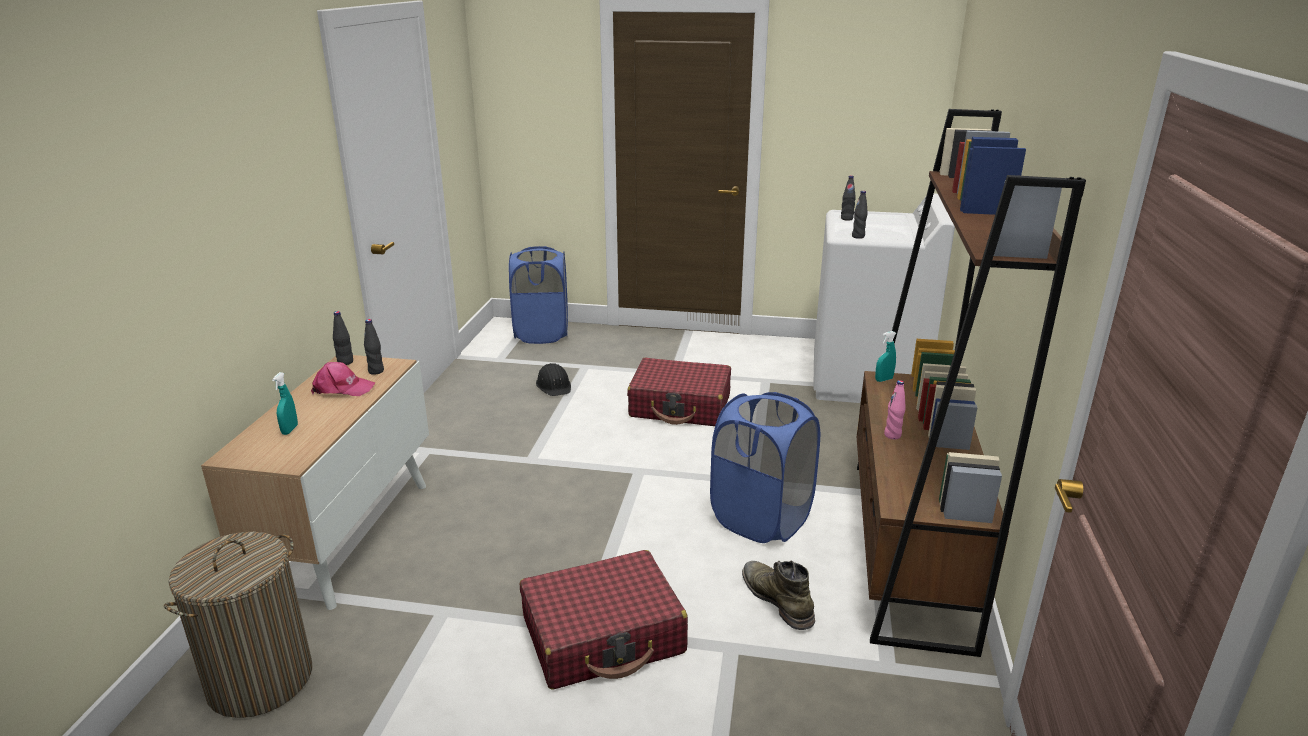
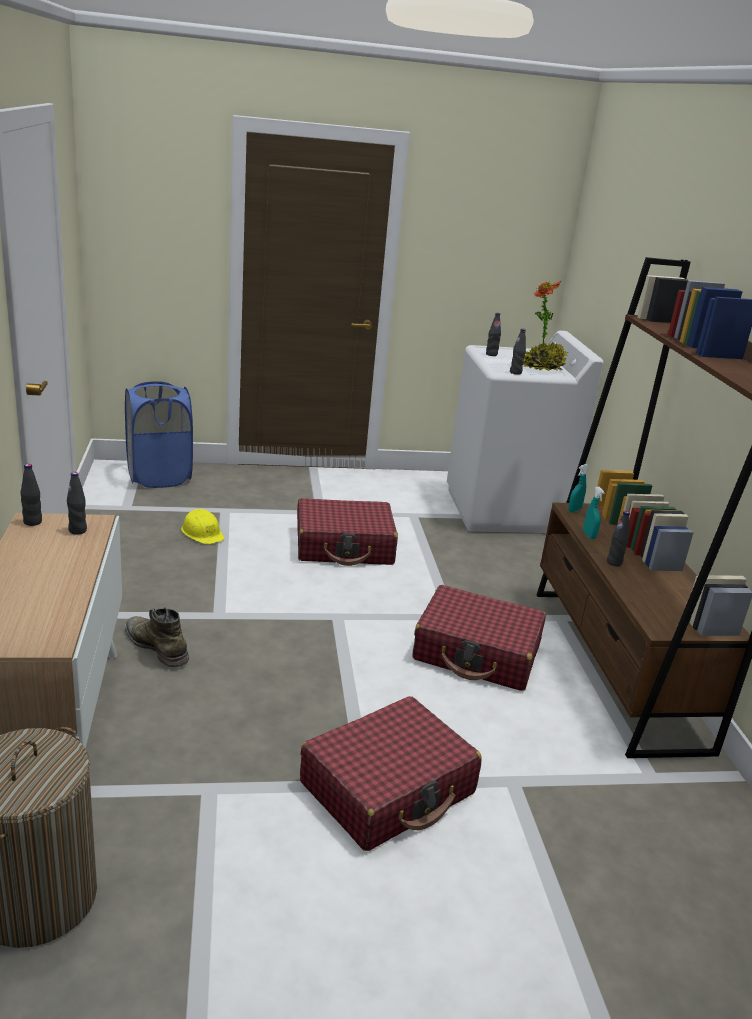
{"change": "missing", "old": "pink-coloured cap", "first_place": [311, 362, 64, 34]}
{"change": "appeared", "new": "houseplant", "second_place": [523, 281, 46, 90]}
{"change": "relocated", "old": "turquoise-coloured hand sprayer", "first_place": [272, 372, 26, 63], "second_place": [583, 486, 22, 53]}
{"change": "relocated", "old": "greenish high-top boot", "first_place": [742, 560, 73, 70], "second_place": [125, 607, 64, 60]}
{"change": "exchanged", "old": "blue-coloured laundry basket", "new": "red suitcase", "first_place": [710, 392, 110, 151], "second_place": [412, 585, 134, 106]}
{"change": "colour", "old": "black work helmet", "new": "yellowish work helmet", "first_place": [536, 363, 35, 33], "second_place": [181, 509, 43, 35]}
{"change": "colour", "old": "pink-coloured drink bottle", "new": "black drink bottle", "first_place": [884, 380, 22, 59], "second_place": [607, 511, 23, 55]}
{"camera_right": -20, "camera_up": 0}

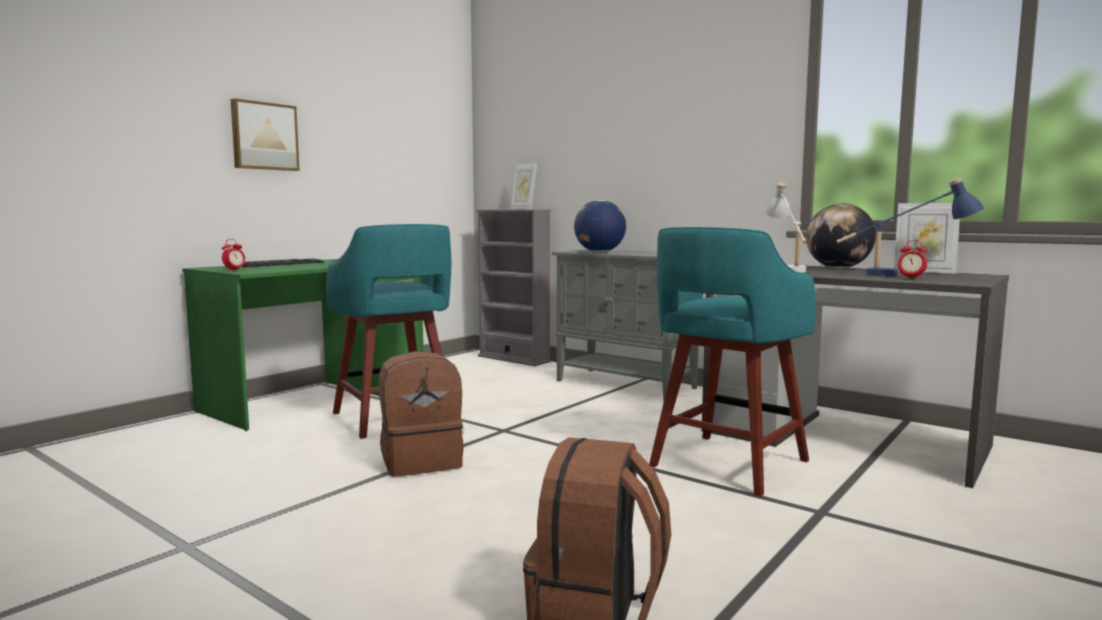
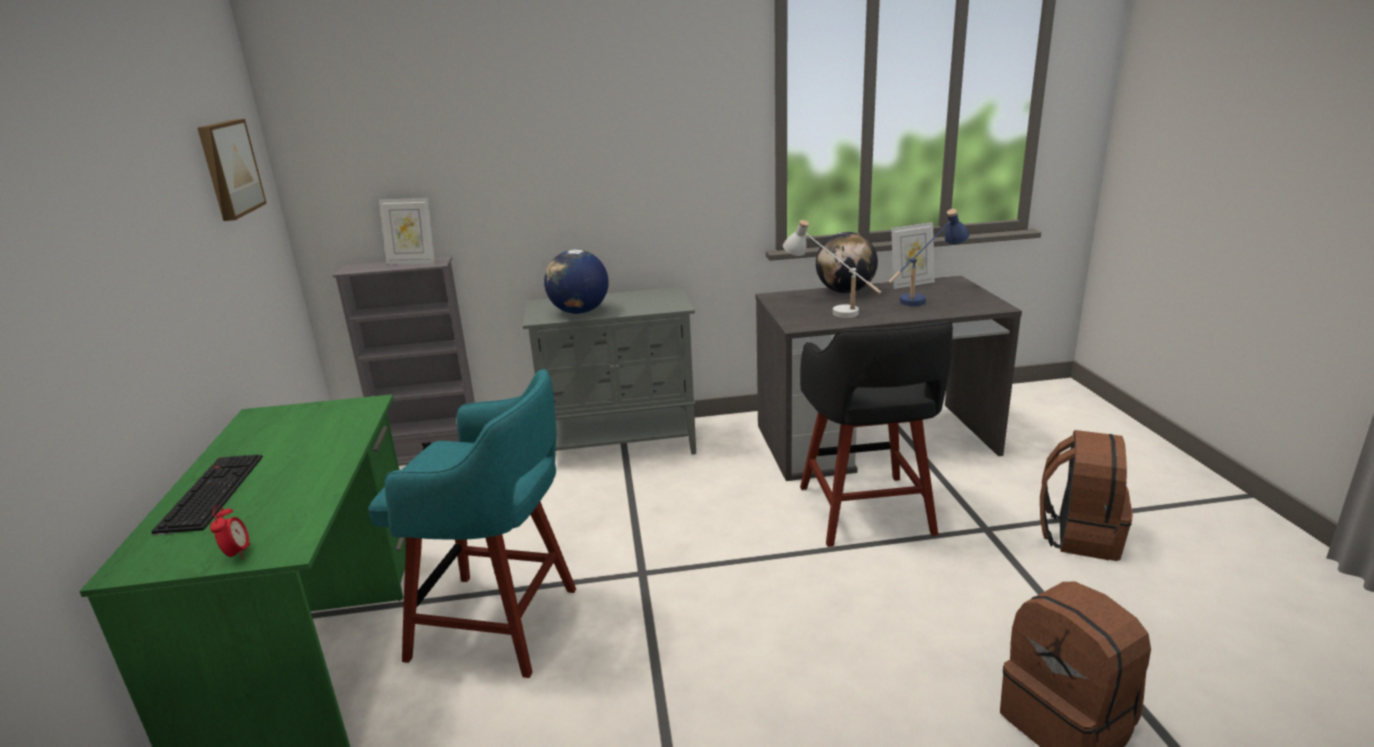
{"change": "missing", "old": "table clock", "first_place": [898, 240, 29, 39]}
{"change": "relocated", "old": "picture", "first_place": [230, 98, 70, 73], "second_place": [197, 119, 70, 102]}
{"change": "relocated", "old": "brown-coloured knapsack", "first_place": [379, 351, 85, 126], "second_place": [1040, 430, 93, 131]}
{"change": "colour", "old": "turquoise-coloured stool", "new": "black stool", "first_place": [649, 227, 167, 270], "second_place": [800, 321, 153, 226]}
{"camera_right": -45, "camera_up": 15}

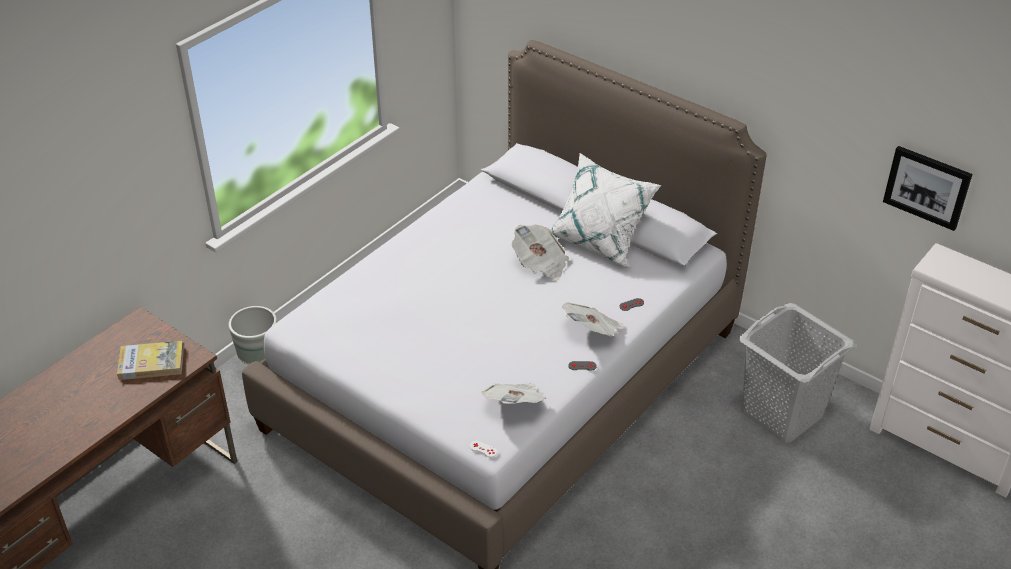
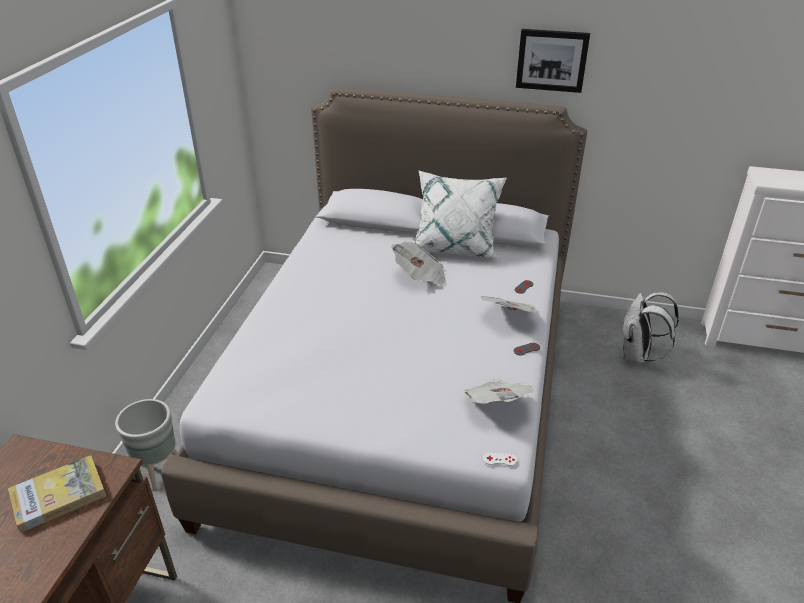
{"change": "relocated", "old": "picture", "first_place": [883, 146, 89, 85], "second_place": [516, 29, 74, 64]}
{"change": "exchanged", "old": "grey laundry basket", "new": "whitish knapsack", "first_place": [739, 303, 116, 140], "second_place": [621, 292, 58, 72]}
{"camera_right": -25, "camera_up": -5}

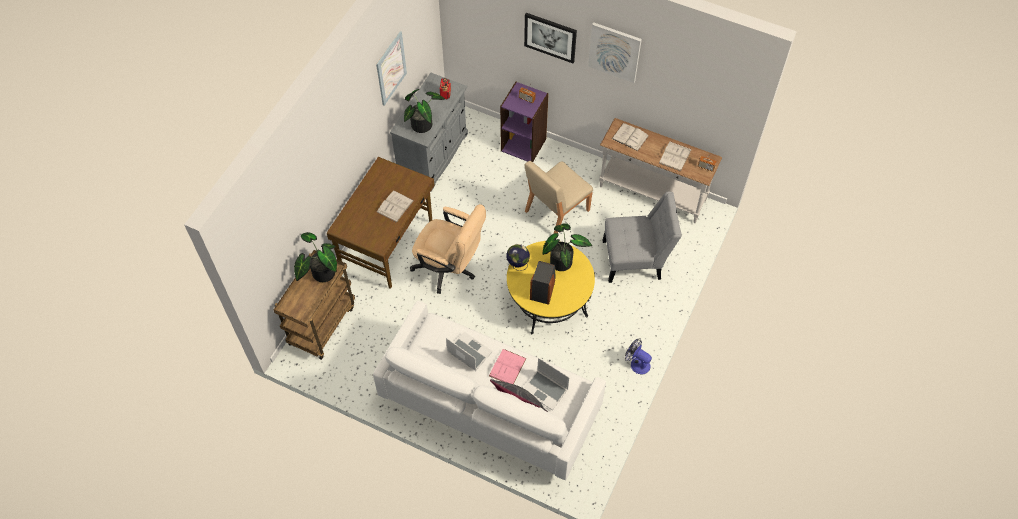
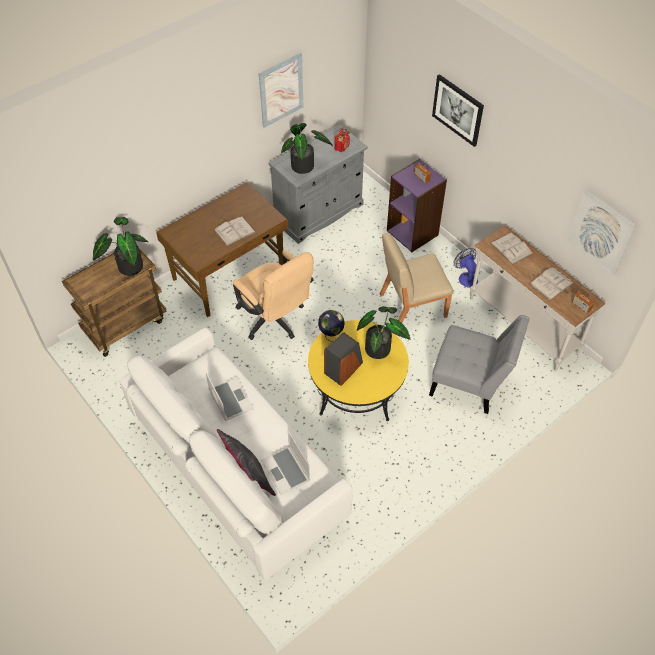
{"change": "missing", "old": "pink-coloured book", "first_place": [489, 349, 38, 35]}
{"change": "relocated", "old": "picture", "first_place": [588, 22, 54, 61], "second_place": [568, 189, 69, 87]}
{"change": "relocated", "old": "cooling fan", "first_place": [625, 339, 27, 35], "second_place": [454, 248, 24, 40]}
{"camera_right": 25, "camera_up": -5}

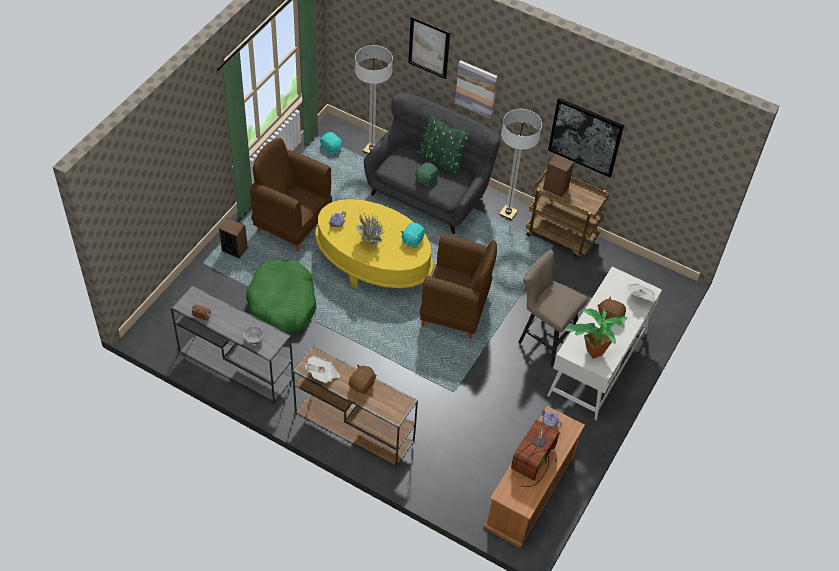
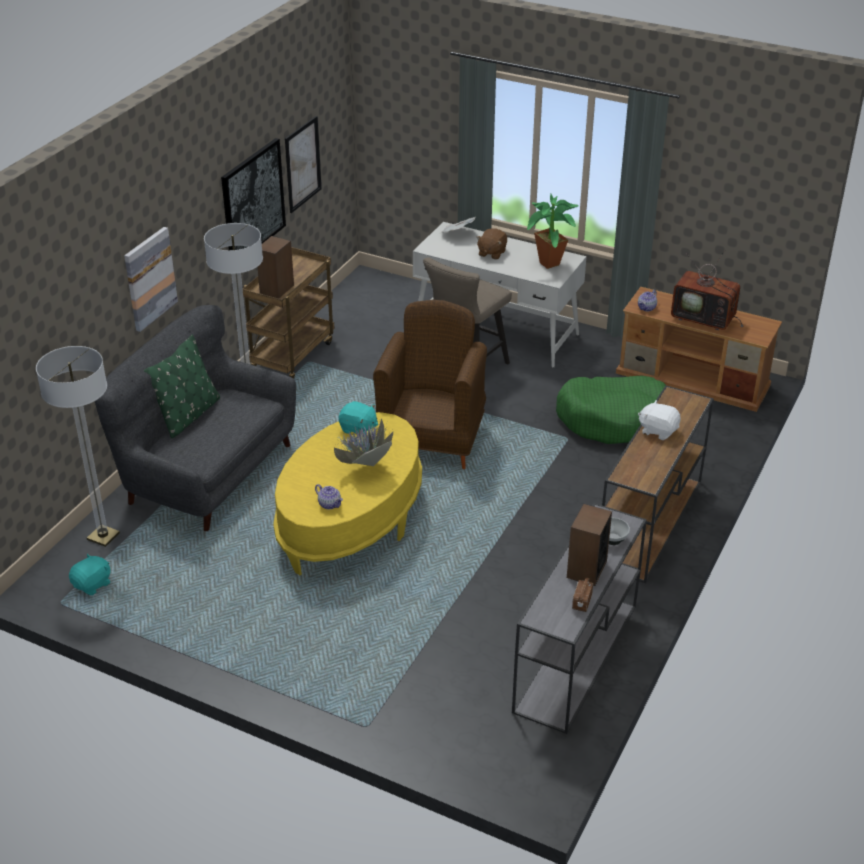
{"change": "missing", "old": "brown-coloured lounge chair", "first_place": [250, 138, 82, 114]}
{"change": "missing", "old": "printed paper", "first_place": [305, 356, 35, 27]}
{"change": "missing", "old": "greenish soft toy", "first_place": [415, 162, 24, 25]}
{"change": "relocated", "old": "audio speaker", "first_place": [219, 218, 29, 41], "second_place": [567, 504, 45, 82]}
{"change": "relocated", "old": "greenish pet bed", "first_place": [246, 259, 70, 75], "second_place": [556, 375, 109, 69]}
{"change": "relocated", "old": "picture", "first_place": [408, 16, 42, 63], "second_place": [285, 116, 37, 97]}
{"change": "colour", "old": "brown-coloured soft toy", "new": "whitish soft toy", "first_place": [349, 364, 28, 30], "second_place": [638, 400, 43, 40]}
{"camera_right": -90, "camera_up": -15}

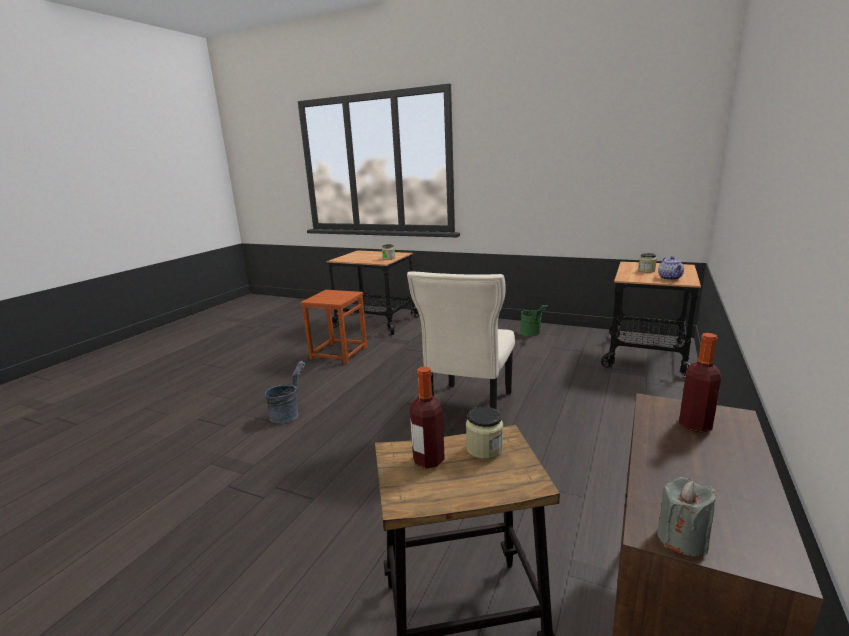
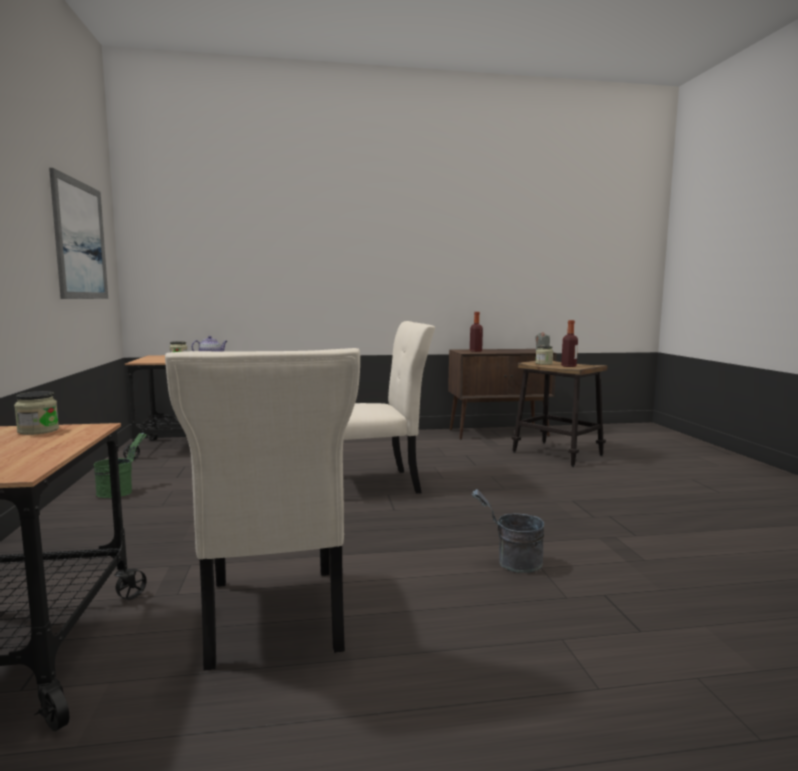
{"change": "appeared", "new": "picture", "second_place": [49, 168, 59, 131]}
{"change": "exchanged", "old": "brown-coloured stool", "new": "beige plain chair", "first_place": [300, 290, 67, 74], "second_place": [165, 348, 195, 322]}
{"camera_right": -125, "camera_up": -10}

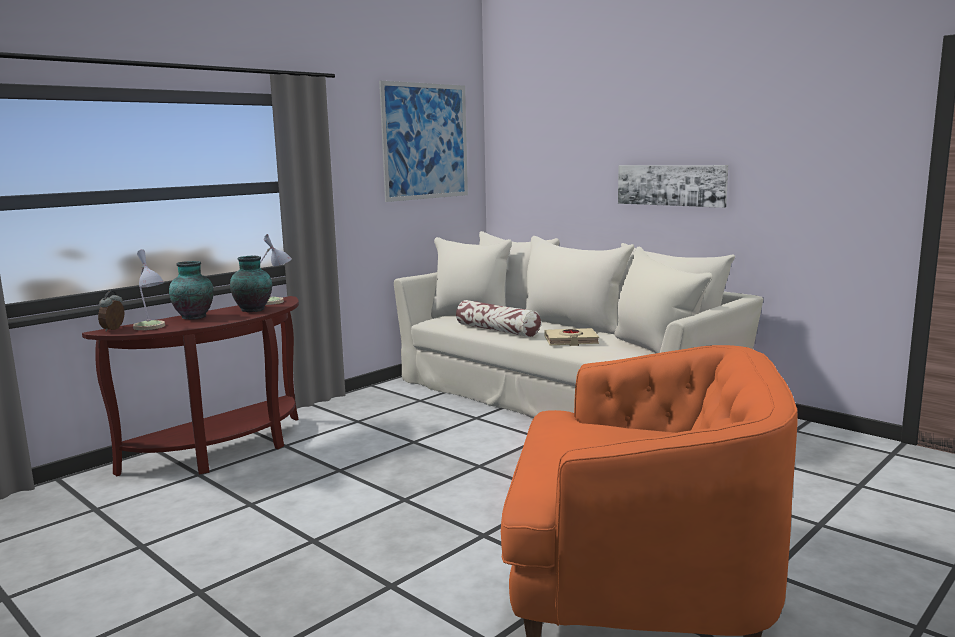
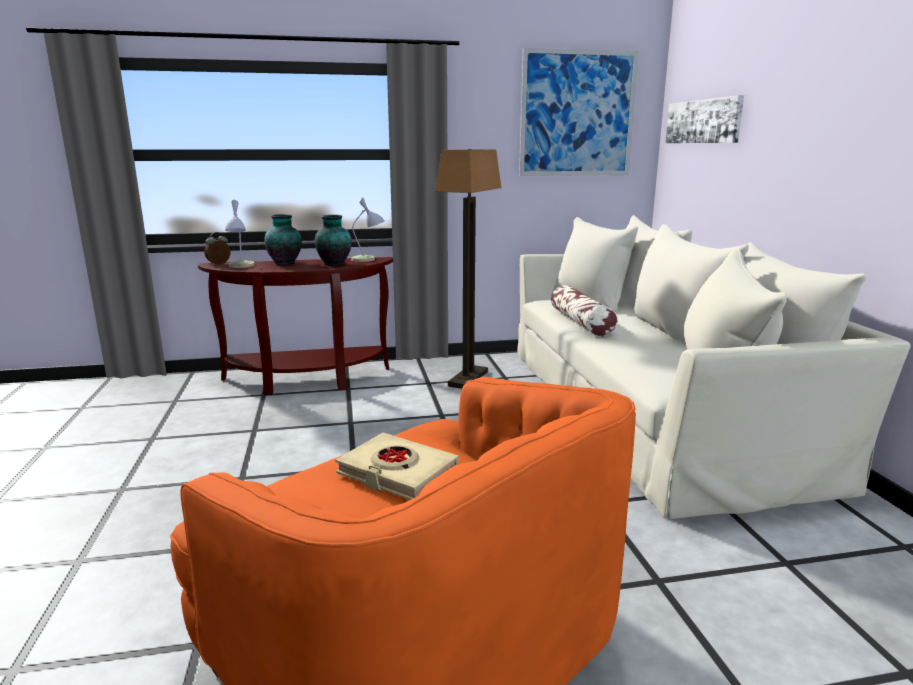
{"change": "appeared", "new": "standard lamp", "second_place": [435, 149, 66, 240]}
{"change": "relocated", "old": "beige book", "first_place": [544, 328, 55, 18], "second_place": [335, 433, 124, 67]}
{"change": "relocated", "old": "picture", "first_place": [618, 165, 110, 43], "second_place": [665, 95, 79, 48]}
{"camera_right": 35, "camera_up": 5}

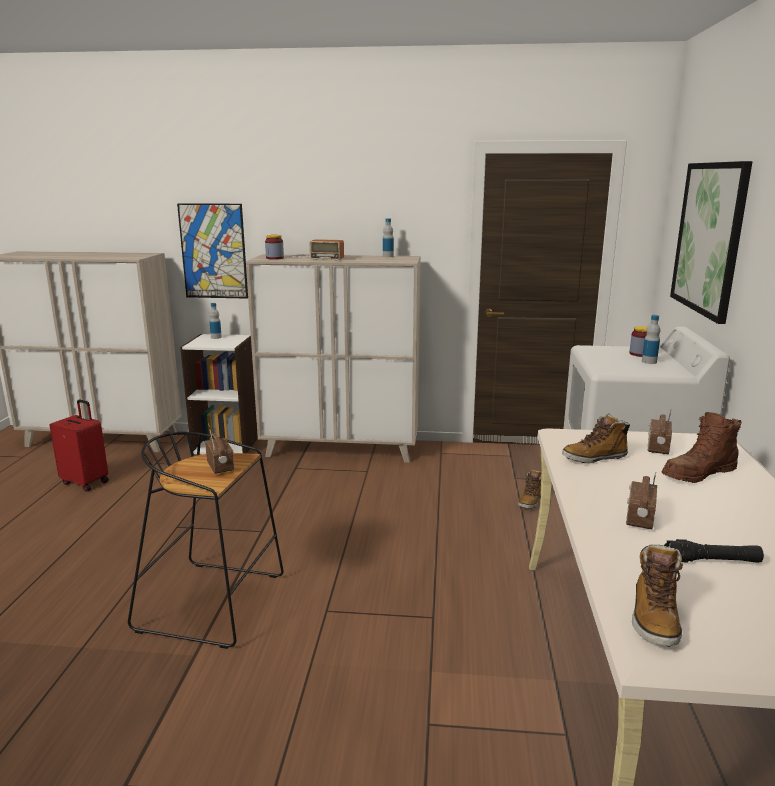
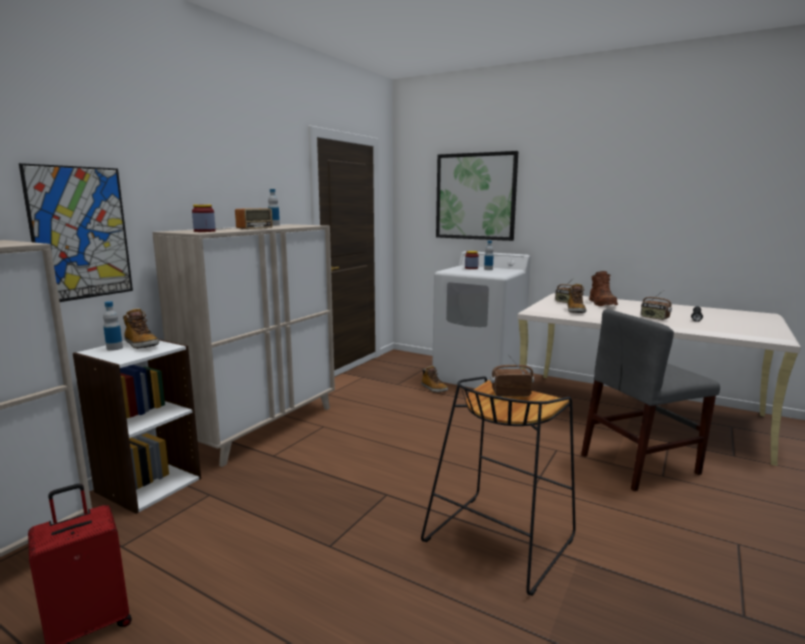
{"change": "appeared", "new": "grey plain chair", "second_place": [581, 309, 139, 182]}
{"change": "relocated", "old": "high-top boot", "first_place": [632, 545, 51, 102], "second_place": [123, 308, 36, 41]}
{"camera_right": -65, "camera_up": -5}

